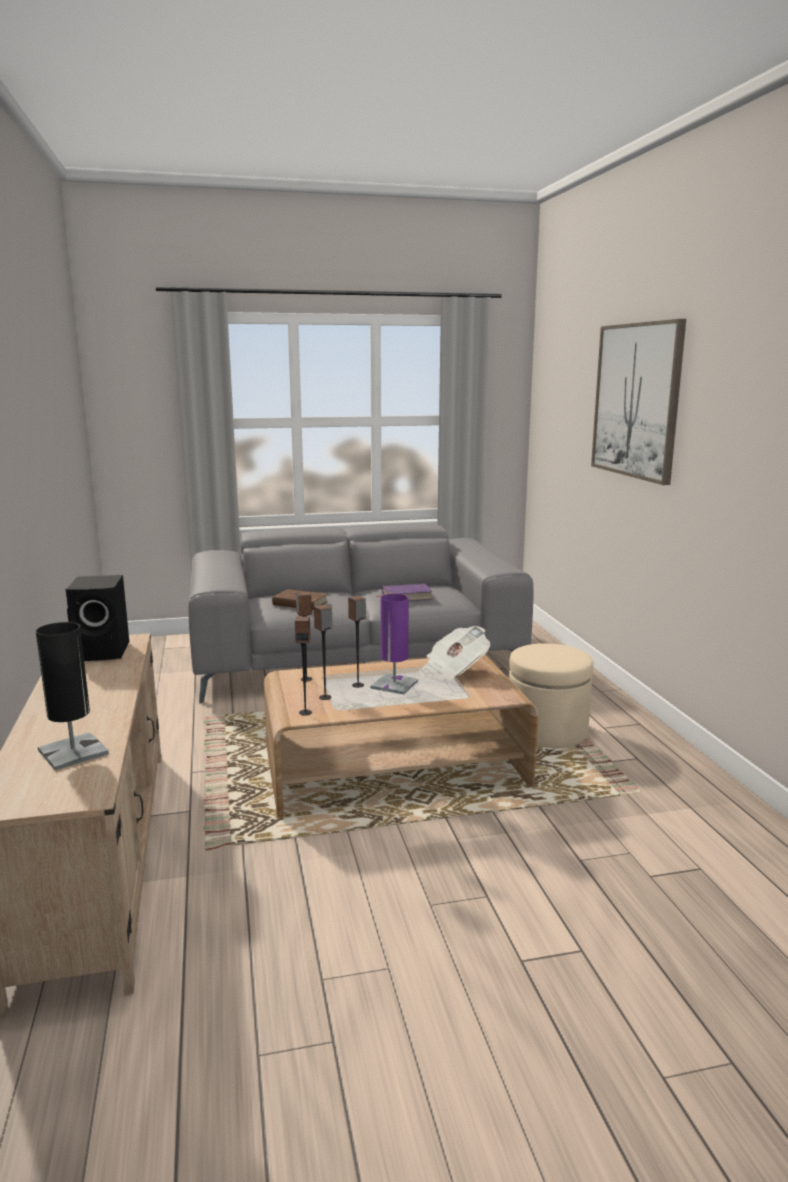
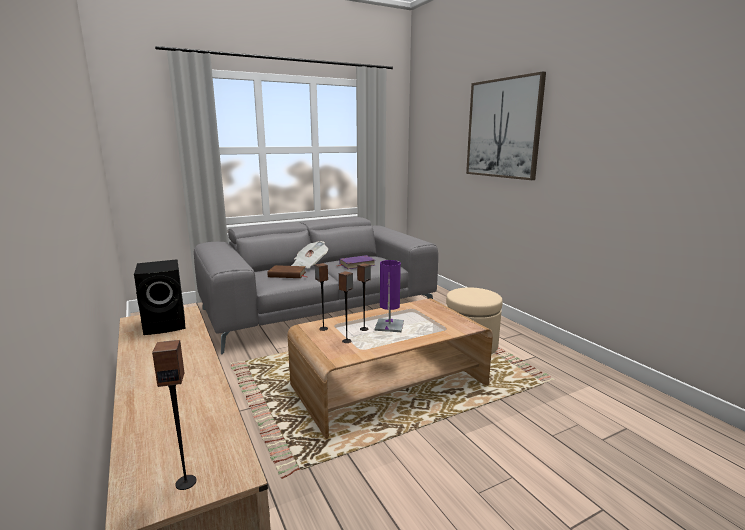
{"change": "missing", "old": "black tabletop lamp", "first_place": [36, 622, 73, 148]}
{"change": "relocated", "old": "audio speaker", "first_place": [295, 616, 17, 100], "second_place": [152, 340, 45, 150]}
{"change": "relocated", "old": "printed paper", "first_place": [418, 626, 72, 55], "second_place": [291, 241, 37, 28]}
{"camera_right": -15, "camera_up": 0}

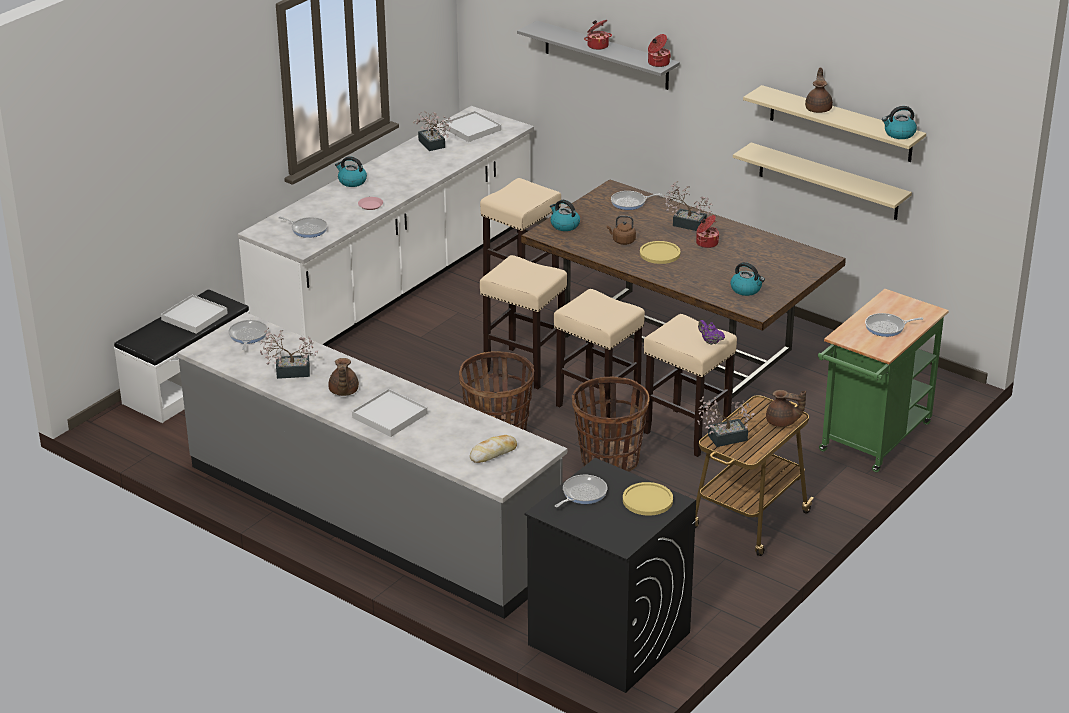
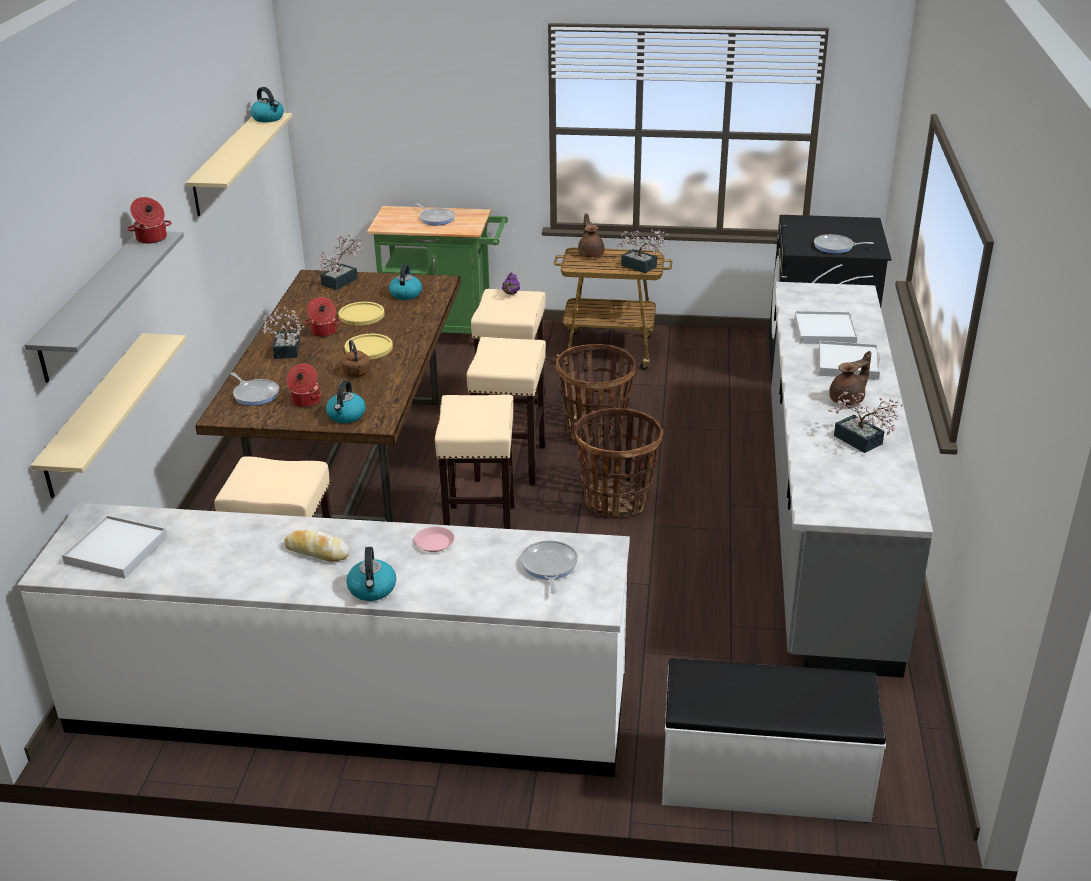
{"change": "missing", "old": "frying pan", "first_place": [228, 320, 40, 30]}
{"change": "missing", "old": "brown-coloured pot for tea", "first_place": [805, 68, 28, 45]}
{"change": "relocated", "old": "whitish carrying tray", "first_place": [161, 295, 67, 39], "second_place": [795, 311, 62, 33]}
{"change": "relocated", "old": "houseplant", "first_place": [413, 111, 39, 40], "second_place": [318, 234, 46, 56]}
{"change": "relocated", "old": "bakery bread", "first_place": [470, 435, 47, 28], "second_place": [284, 530, 66, 32]}
{"change": "relocated", "old": "saucepot", "first_place": [584, 20, 28, 30], "second_place": [287, 364, 35, 43]}
{"change": "relocated", "old": "yellowish dinner plate", "first_place": [623, 482, 50, 34], "second_place": [339, 302, 46, 24]}
{"change": "relocated", "old": "beige shelf", "first_place": [733, 143, 179, 77], "second_place": [30, 333, 156, 165]}
{"camera_right": -120, "camera_up": 0}

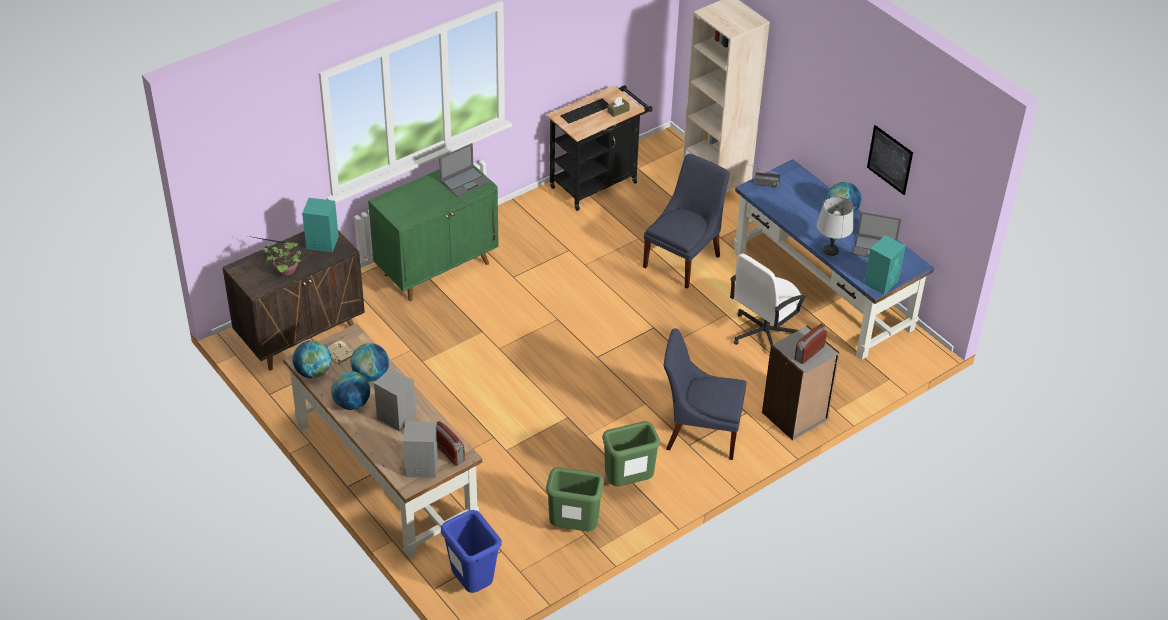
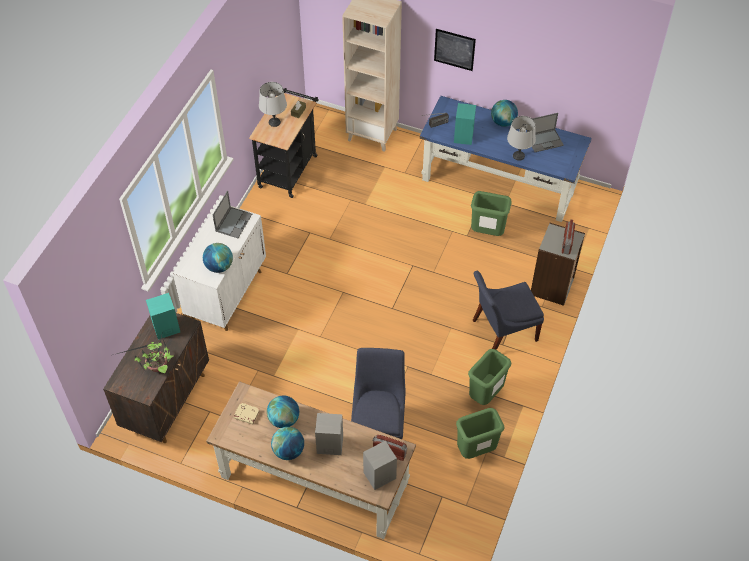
{"change": "missing", "old": "blue-coloured trash can", "first_place": [441, 510, 61, 83]}
{"change": "relocated", "old": "world globe", "first_place": [293, 340, 38, 38], "second_place": [203, 243, 30, 30]}
{"change": "relocated", "old": "blue-coloured plain chair", "first_place": [643, 154, 87, 135], "second_place": [351, 348, 55, 91]}
{"change": "relocated", "old": "turquoise-coloured audio speaker", "first_place": [864, 235, 42, 59], "second_place": [454, 103, 22, 42]}
{"change": "relocated", "old": "picture", "first_place": [867, 125, 46, 70], "second_place": [434, 29, 42, 42]}
{"change": "exchanged", "old": "keyboard", "new": "grey tabletop lamp", "first_place": [560, 99, 49, 24], "second_place": [259, 82, 28, 45]}
{"change": "exchanged", "old": "whitish computer chair", "new": "greenish trash can", "first_place": [730, 254, 77, 91], "second_place": [471, 191, 41, 45]}
{"change": "colour", "old": "greenish cupboard", "new": "whitish cupboard", "first_place": [368, 164, 131, 137], "second_place": [173, 202, 93, 129]}
{"camera_right": -30, "camera_up": 10}

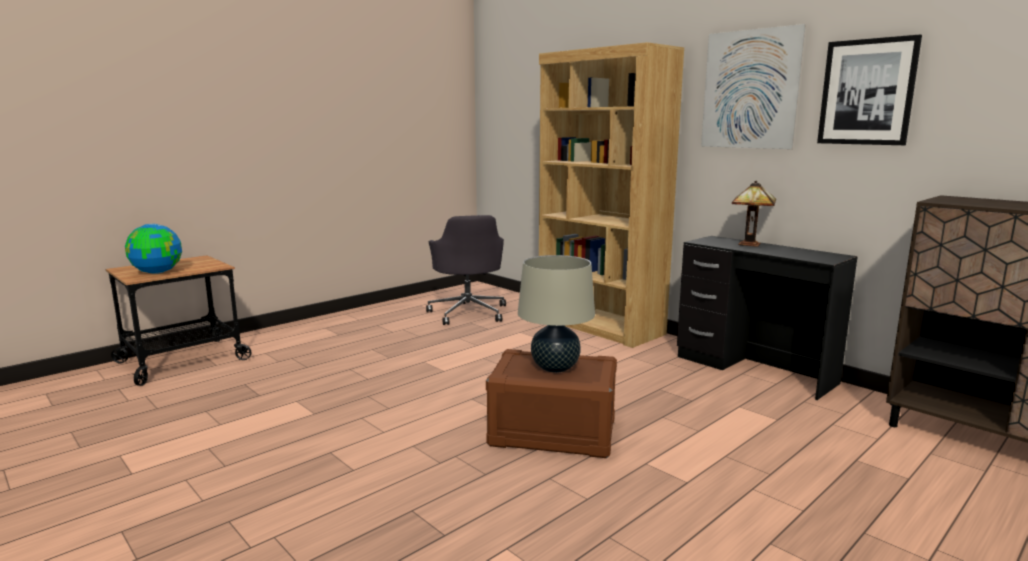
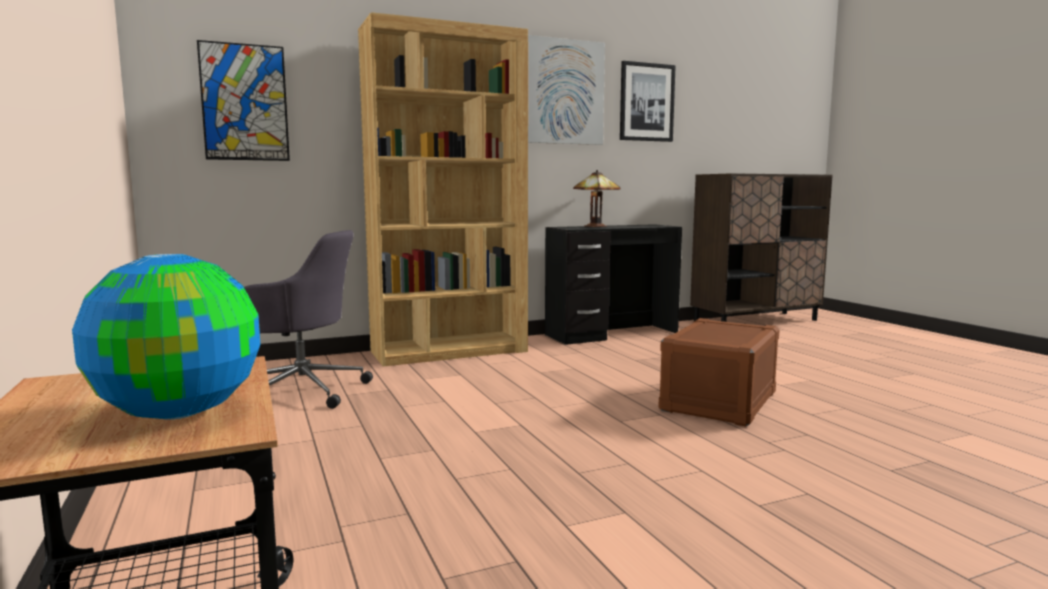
{"change": "missing", "old": "beige tabletop lamp", "first_place": [518, 255, 77, 118]}
{"change": "appeared", "new": "picture", "second_place": [197, 40, 93, 121]}
{"camera_right": -70, "camera_up": -5}

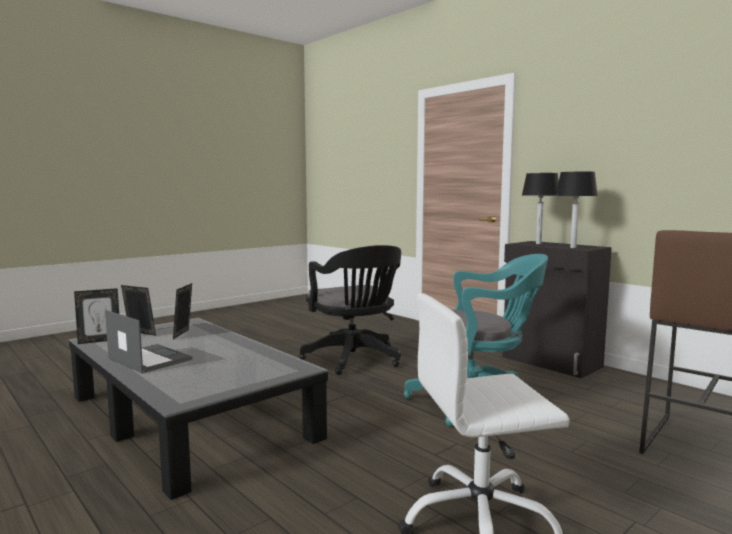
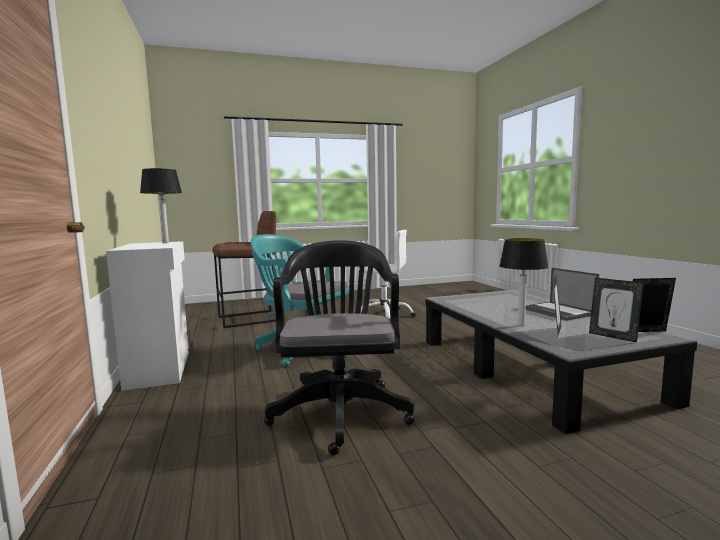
{"change": "relocated", "old": "tabletop lamp", "first_place": [522, 173, 37, 71], "second_place": [499, 238, 50, 88]}
{"change": "colour", "old": "black cupboard", "new": "whitish cupboard", "first_place": [503, 241, 109, 137], "second_place": [106, 241, 88, 150]}
{"camera_right": -155, "camera_up": 0}

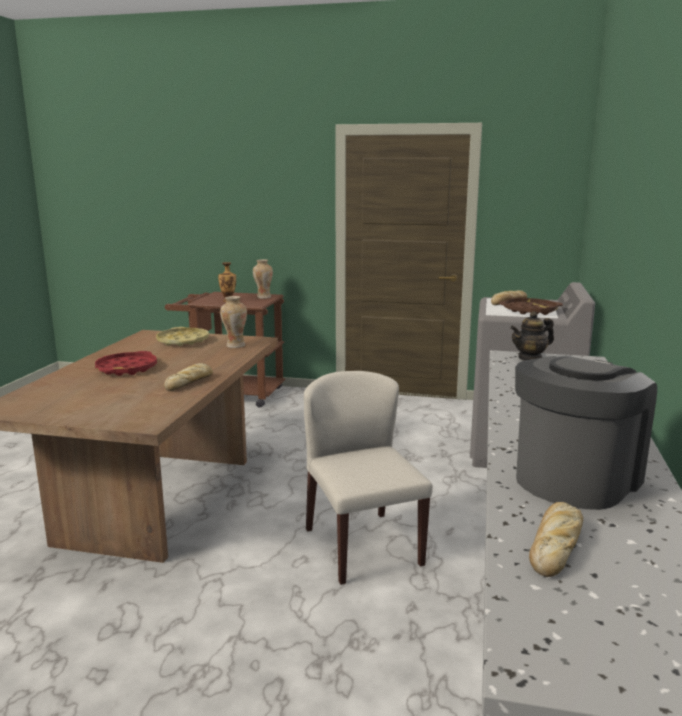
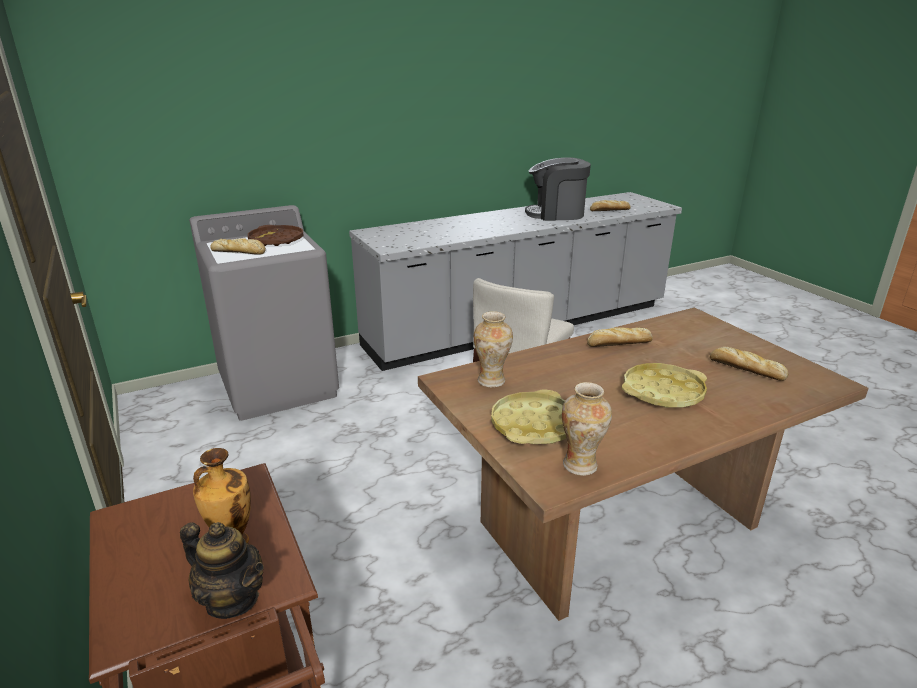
{"change": "appeared", "new": "bakery bread", "second_place": [710, 347, 78, 34]}
{"change": "relocated", "old": "decorative vase", "first_place": [253, 259, 20, 40], "second_place": [562, 382, 50, 94]}
{"change": "relocated", "old": "pot for tea", "first_place": [510, 311, 44, 49], "second_place": [180, 522, 84, 97]}
{"change": "colour", "old": "red carrying tray", "new": "yellowish carrying tray", "first_place": [95, 351, 62, 25], "second_place": [622, 363, 85, 45]}
{"camera_right": -130, "camera_up": 10}

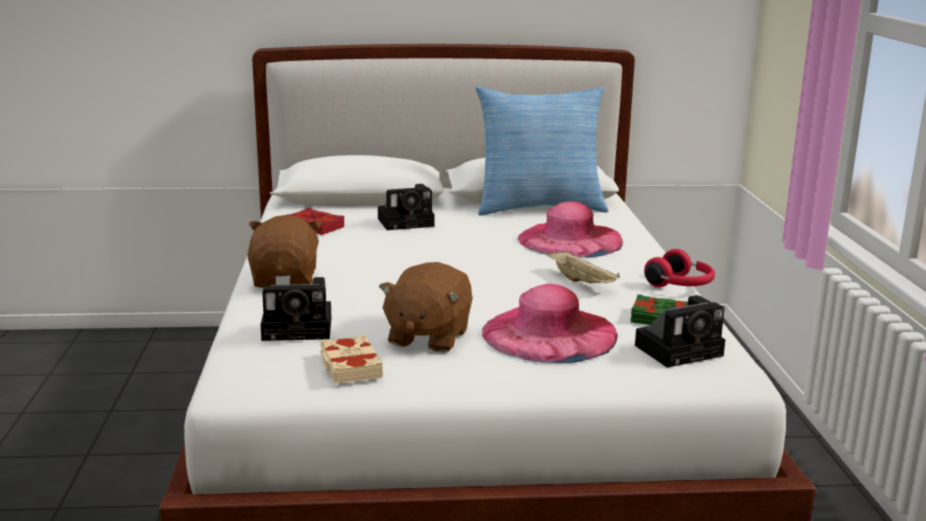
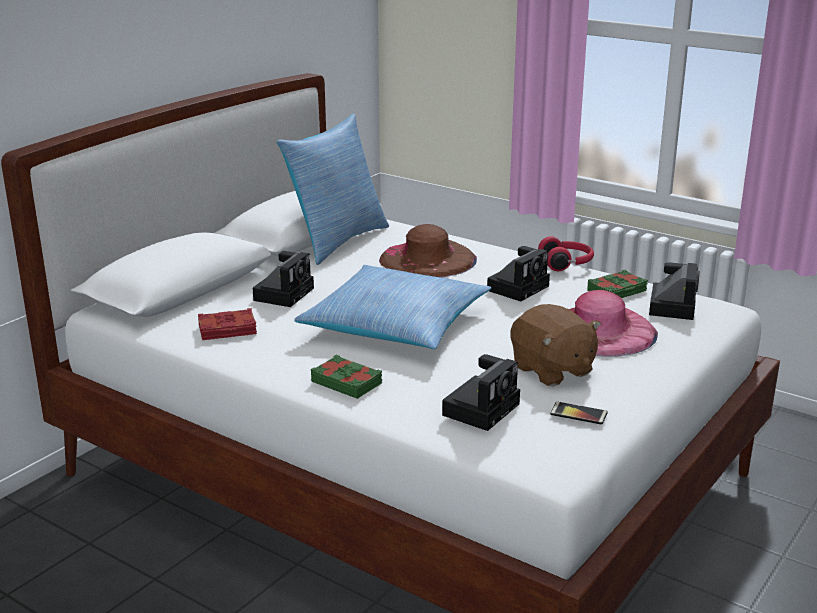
{"change": "appeared", "new": "cushion", "second_place": [294, 265, 197, 84]}
{"change": "exchanged", "old": "brown-coloured soft toy", "new": "greenish book", "first_place": [247, 215, 75, 73], "second_place": [311, 355, 71, 44]}
{"change": "exchanged", "old": "beige book", "new": "phone", "first_place": [320, 334, 63, 50], "second_place": [550, 402, 58, 23]}
{"change": "exchanged", "old": "beige carrying tray", "new": "still camera", "first_place": [547, 251, 73, 32], "second_place": [487, 246, 63, 56]}
{"change": "colour", "old": "pink-coloured wearable hat", "new": "brown-coloured wearable hat", "first_place": [518, 201, 105, 57], "second_place": [379, 224, 98, 54]}
{"camera_right": -50, "camera_up": 5}

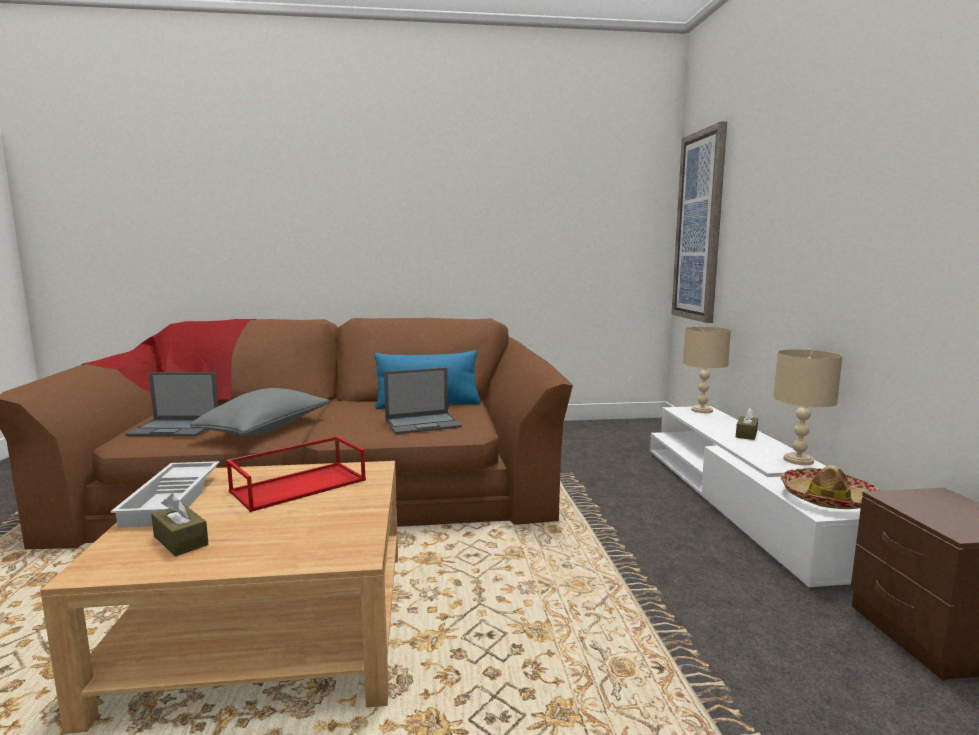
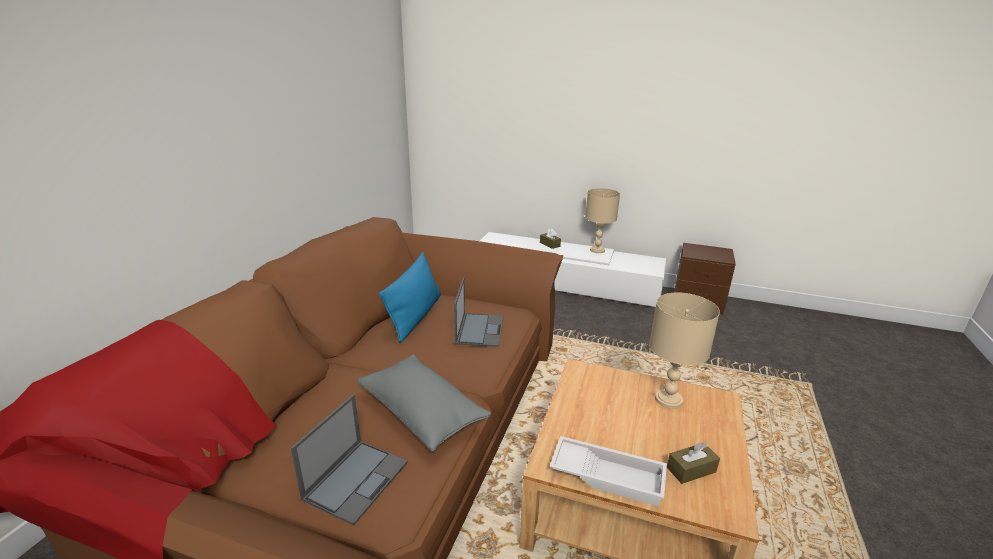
{"change": "missing", "old": "red carrying tray", "first_place": [226, 436, 140, 76]}
{"change": "missing", "old": "picture", "first_place": [671, 121, 56, 202]}
{"change": "missing", "old": "wearable hat", "first_place": [781, 465, 99, 44]}
{"change": "relocated", "old": "beige tabletop lamp", "first_place": [683, 327, 48, 86], "second_place": [649, 292, 71, 117]}
{"camera_right": -65, "camera_up": 15}

